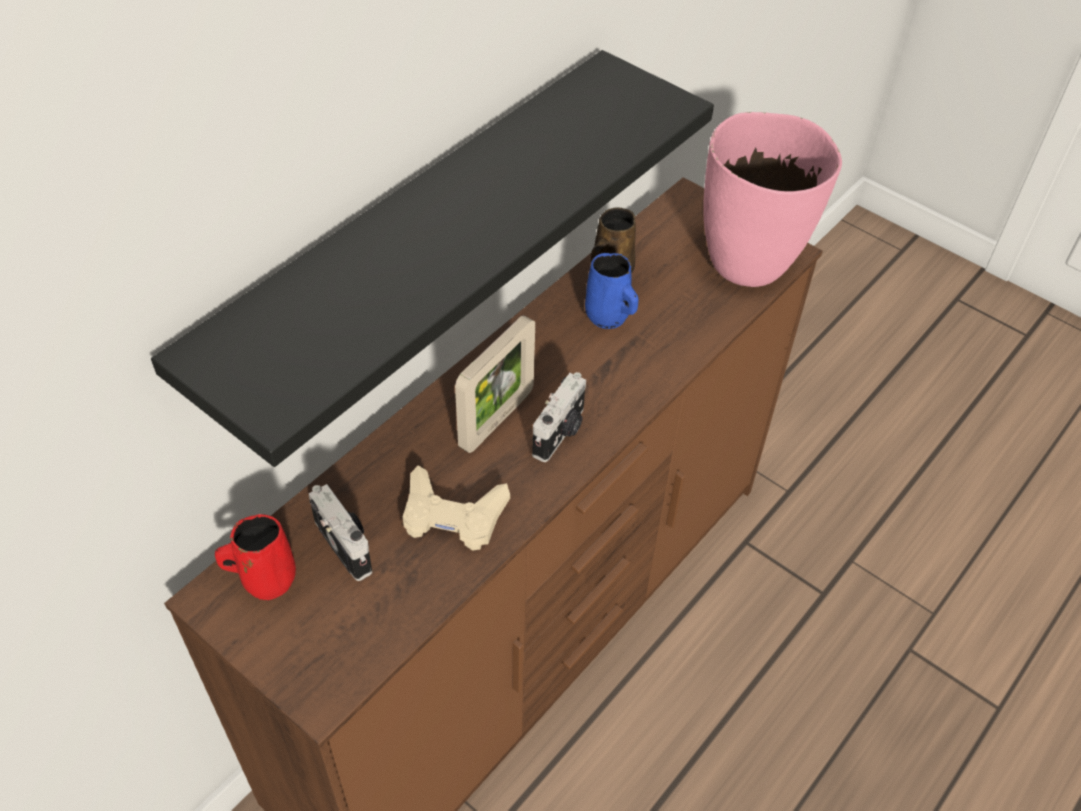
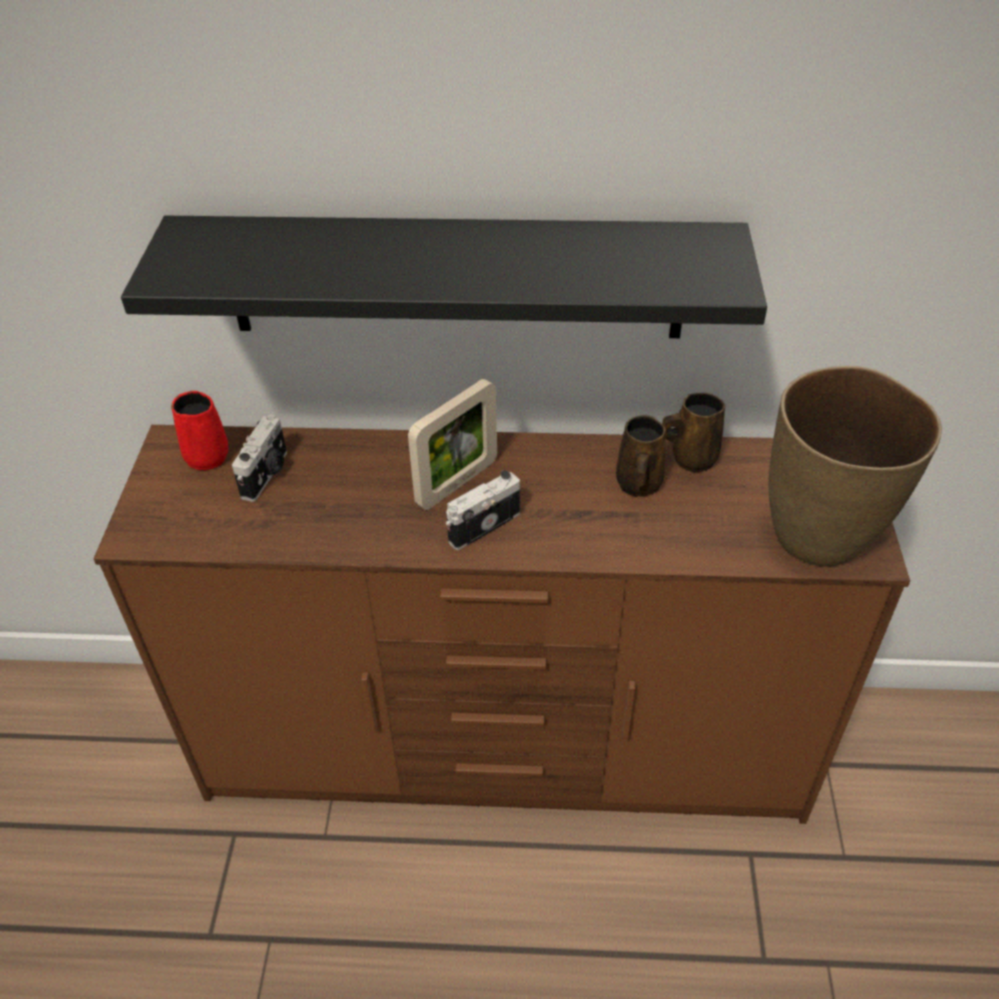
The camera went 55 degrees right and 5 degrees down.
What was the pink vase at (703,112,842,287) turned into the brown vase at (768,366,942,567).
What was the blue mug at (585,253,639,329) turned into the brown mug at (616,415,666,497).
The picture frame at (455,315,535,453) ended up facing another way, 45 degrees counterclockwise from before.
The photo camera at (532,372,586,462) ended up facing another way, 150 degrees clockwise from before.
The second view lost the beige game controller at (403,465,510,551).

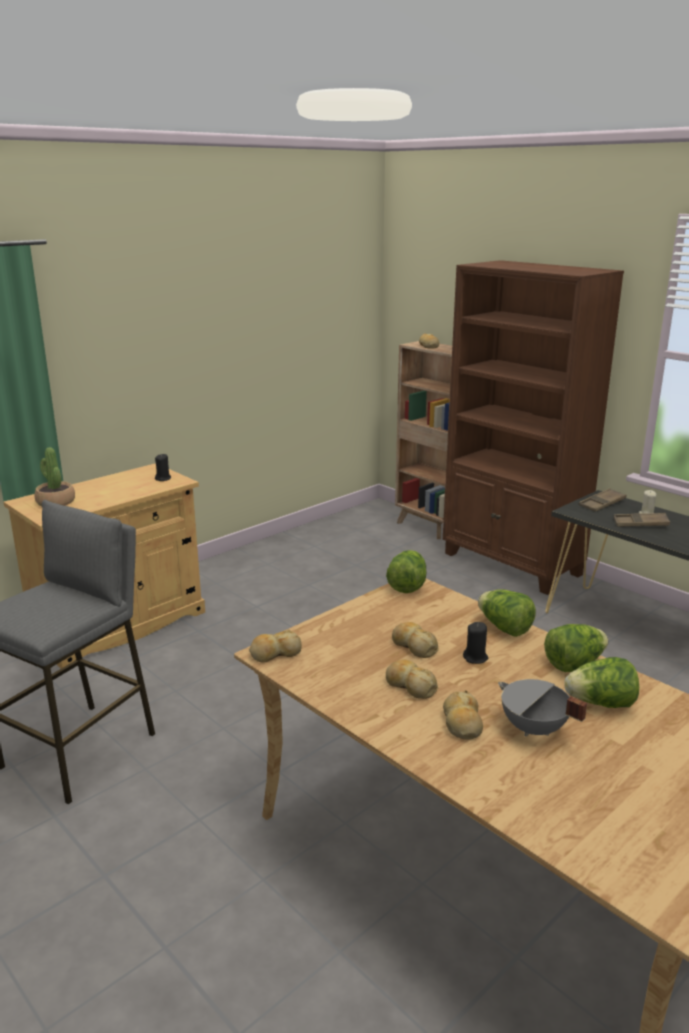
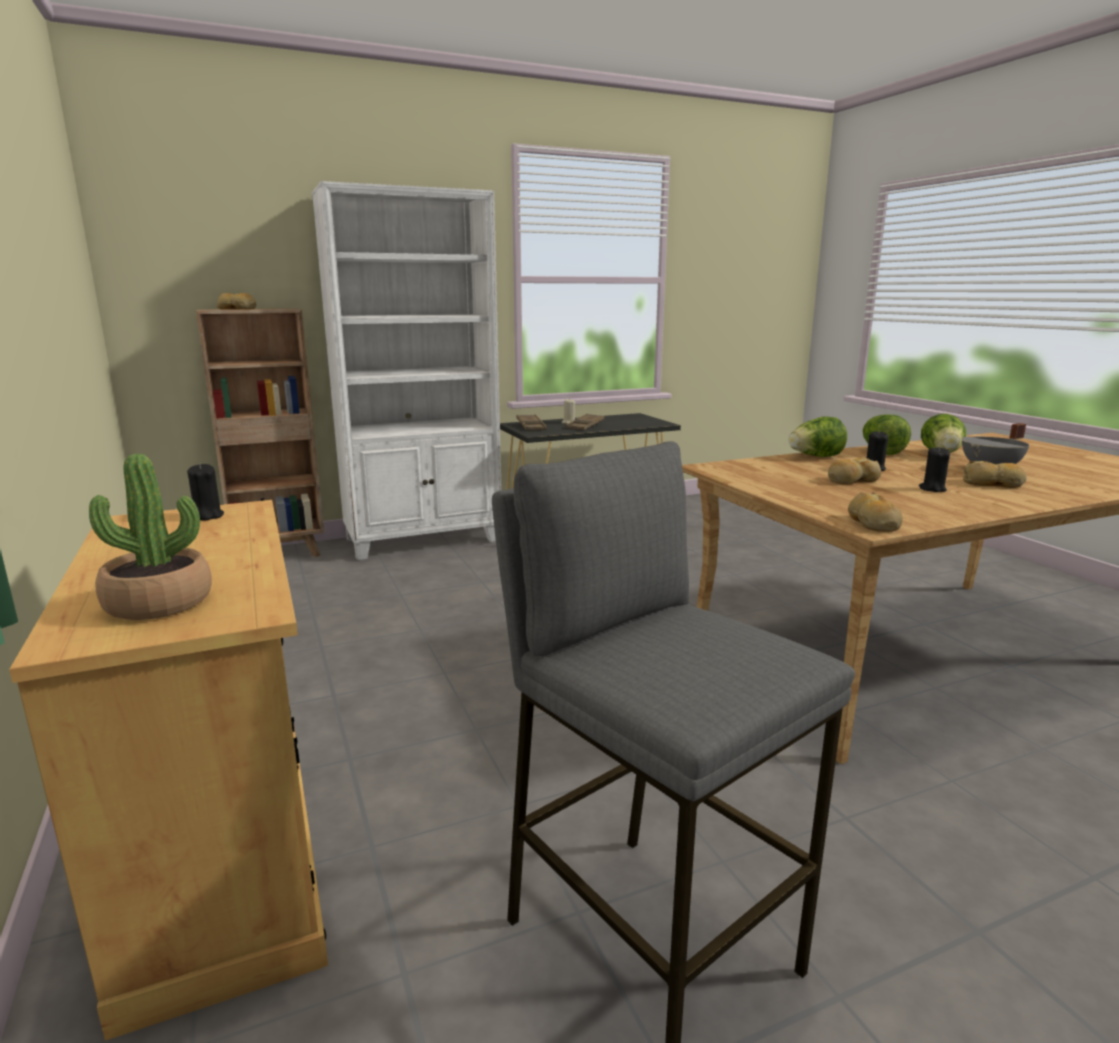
The camera went 70 degrees left and 5 degrees down.
What was the brown bookcase at (443,260,624,595) turned into the white bookcase at (312,181,502,560).
The second view lost the lettuce at (386,550,427,593).
Where the bread stood at (386,659,438,699), the black candle came to stand at (919,447,950,492).

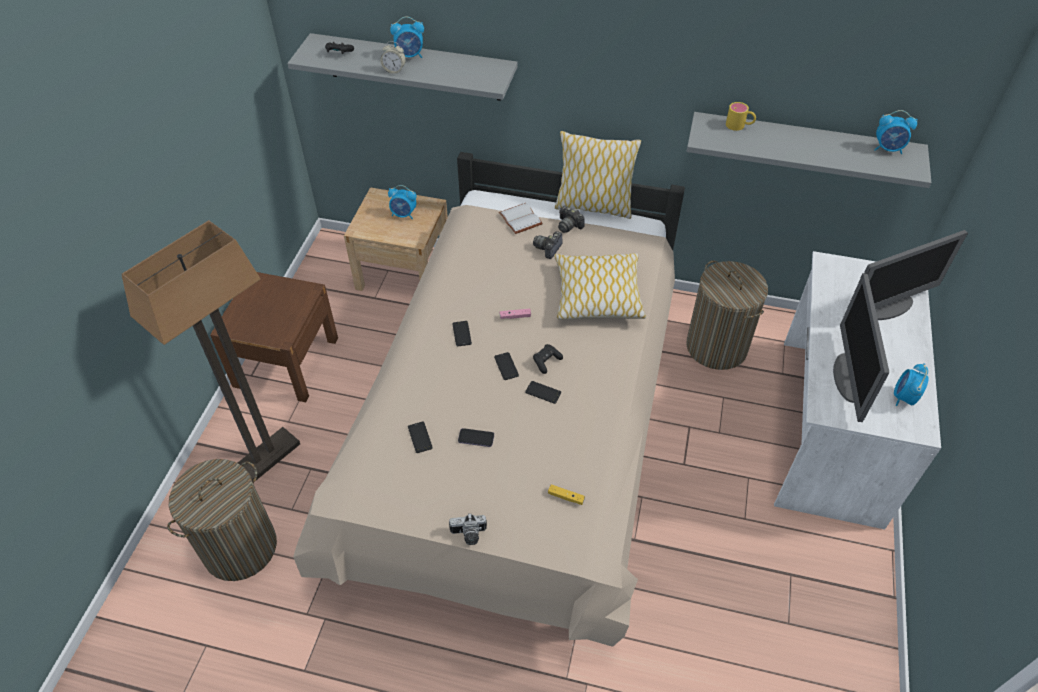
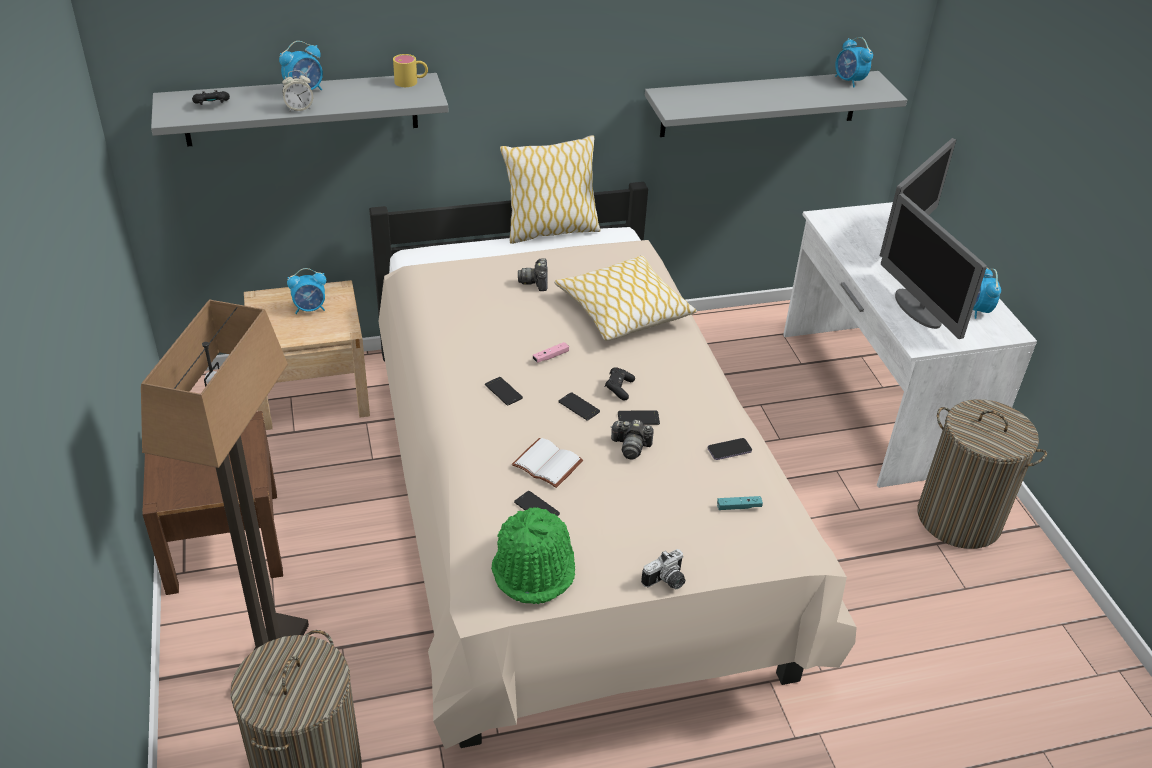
The camera went 30 degrees left and 10 degrees down.
The yellow mug ended up elsewhere, having gone from (726,102,756,131) to (393,54,428,87).
The alarm clock at (874,110,918,154) ended up facing another way, 75 degrees clockwise from before.
The white book ended up elsewhere, having gone from (499,203,543,234) to (512,438,583,488).
The photo camera ended up elsewhere, having gone from (558,206,585,233) to (611,420,654,460).
The laundry basket ended up elsewhere, having gone from (686,261,768,370) to (918,399,1047,549).
The phone ended up elsewhere, having gone from (458,428,494,447) to (708,438,752,460).
What was the yellow game controller at (548,484,585,505) turned into the turquoise game controller at (717,496,763,510).
The second view gained the green hat at (491,507,575,604).

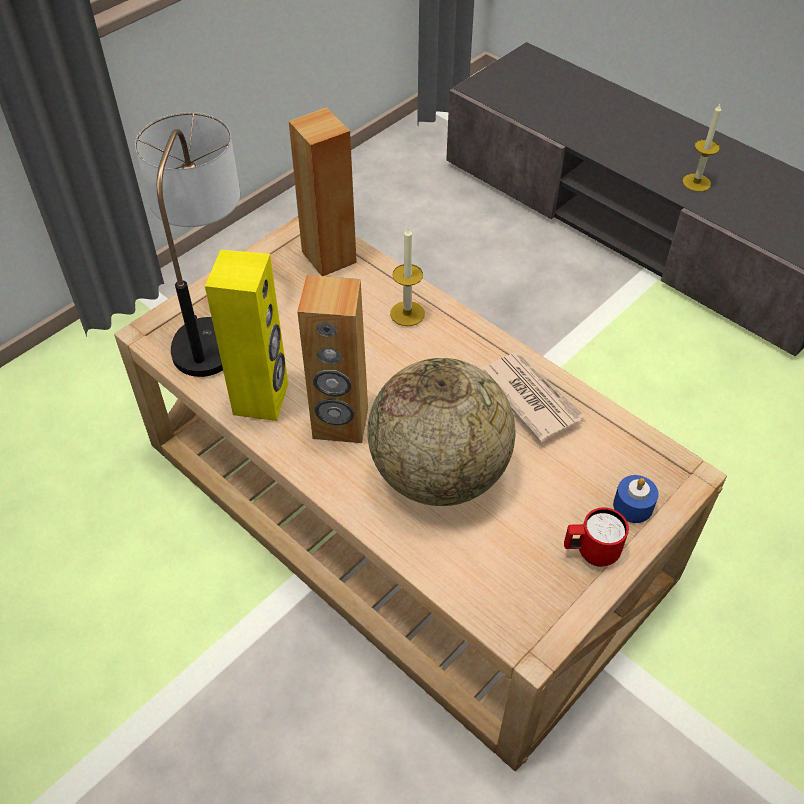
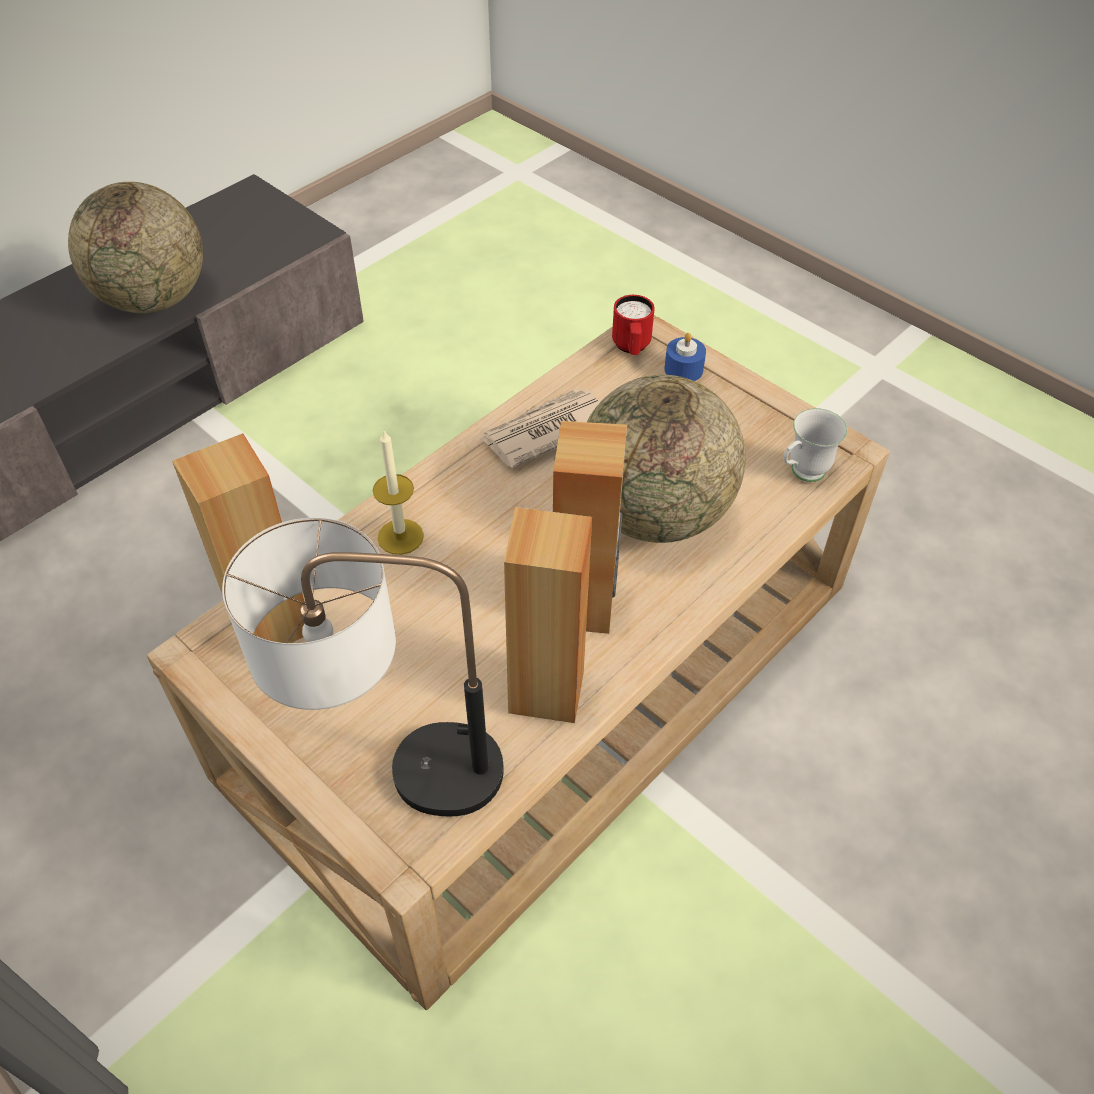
The camera went 90 degrees left and 0 degrees up.
Where the candle stood at (682,104,721,192), the globe came to stand at (68,182,203,313).
What was the yellow speaker at (205,250,288,421) turned into the brown speaker at (504,507,592,723).
The red mug ended up elsewhere, having gone from (564,507,629,567) to (612,295,654,355).
The second view gained the white mug at (783,408,847,482).

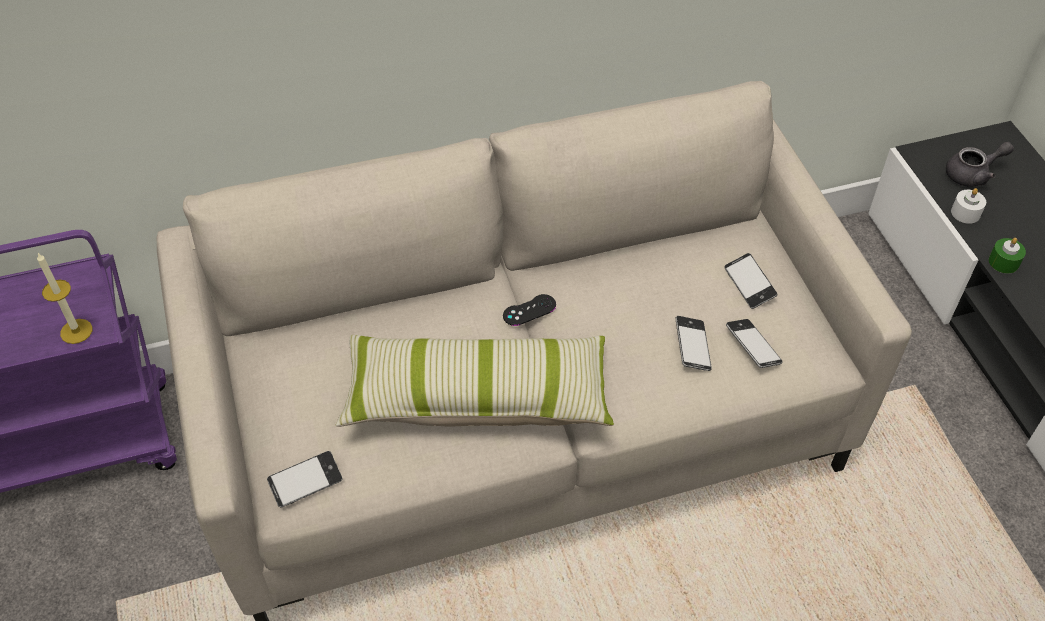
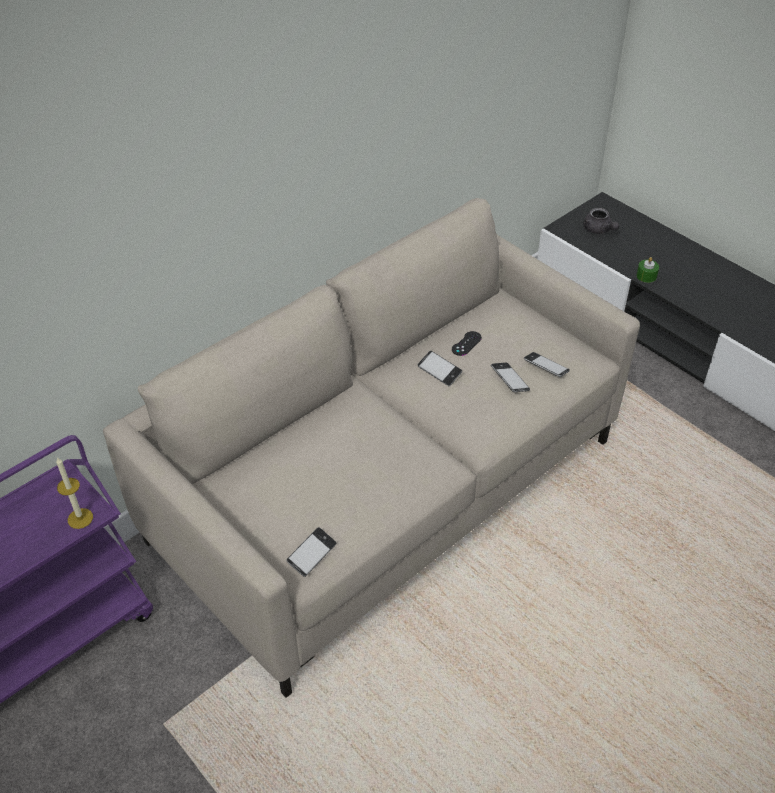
The camera went 25 degrees left and 5 degrees down.
The grey teapot at (946,142,1014,187) ended up facing another way, 105 degrees clockwise from before.
The second view lost the white candle at (951,188,986,224).
The phone ended up elsewhere, having gone from (724,253,777,309) to (418,351,462,386).
The black game controller ended up elsewhere, having gone from (503,294,556,326) to (452,331,482,356).
The second view lost the pillow at (336,335,614,427).

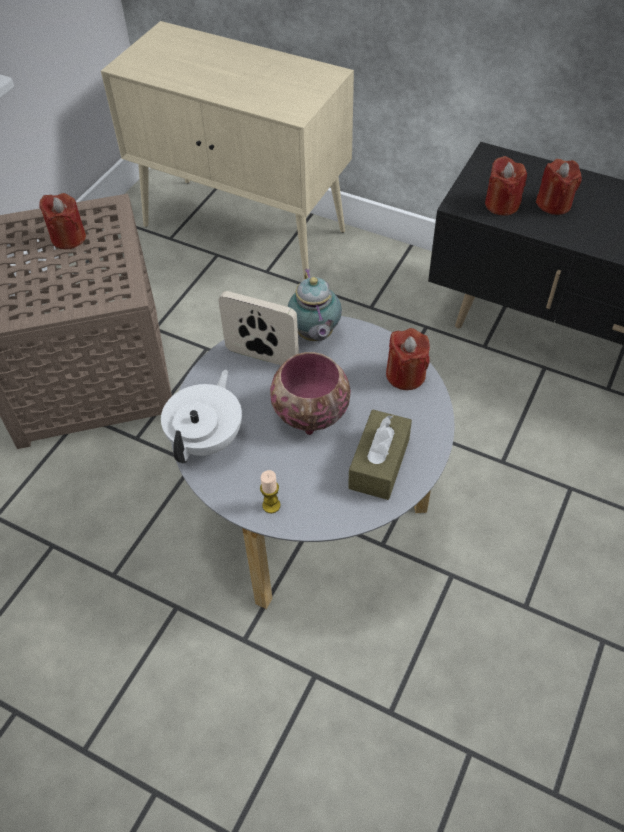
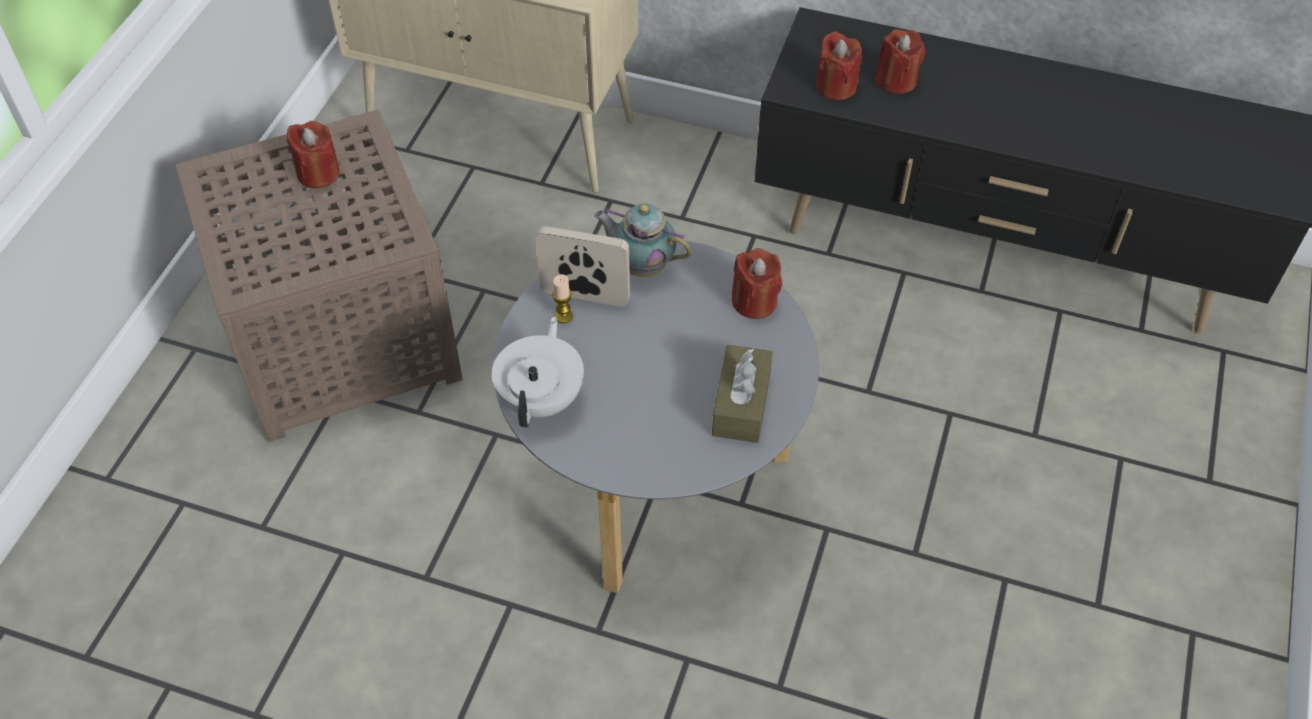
The camera went 10 degrees left and 0 degrees up.
The teapot at (288,268,342,341) ended up facing another way, 135 degrees clockwise from before.
The second view lost the bowl at (270,352,351,435).
The candle ended up elsewhere, having gone from (260,470,281,513) to (552,274,573,324).

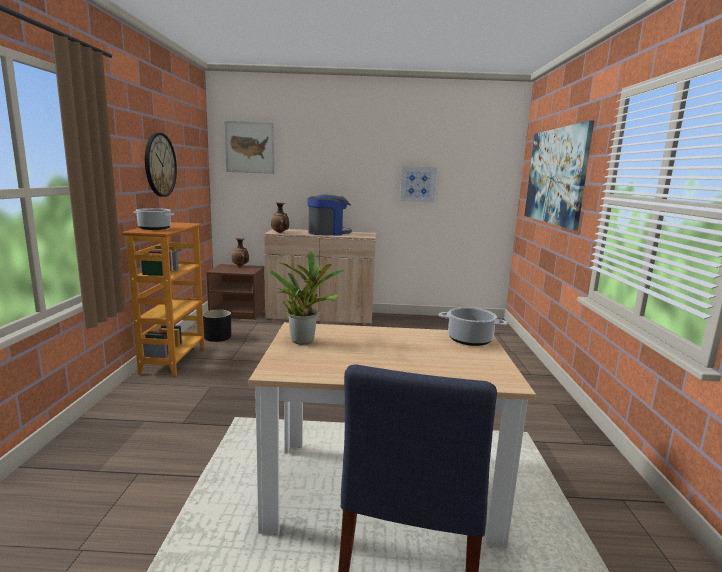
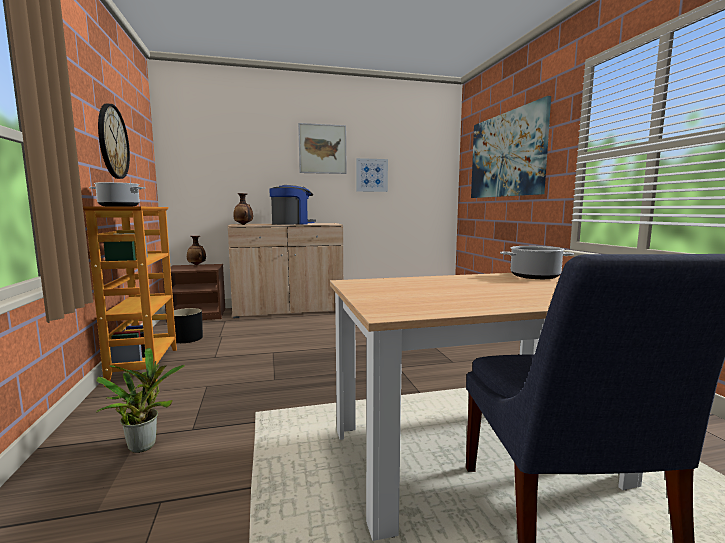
The camera went 15 degrees left and 5 degrees down.
The picture ended up elsewhere, having gone from (224,121,275,174) to (298,123,347,174).
The potted plant ended up elsewhere, having gone from (269,252,345,345) to (96,348,185,453).

